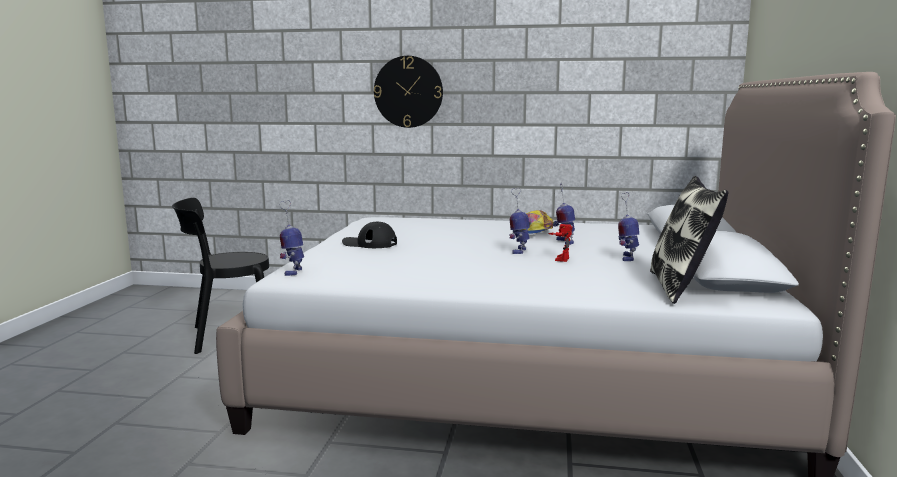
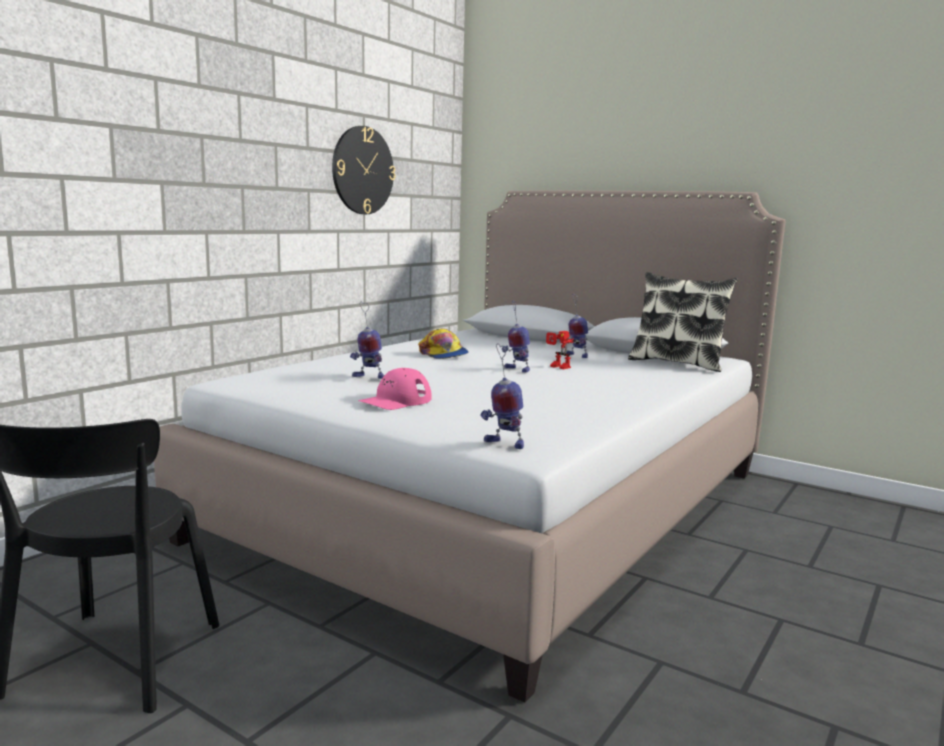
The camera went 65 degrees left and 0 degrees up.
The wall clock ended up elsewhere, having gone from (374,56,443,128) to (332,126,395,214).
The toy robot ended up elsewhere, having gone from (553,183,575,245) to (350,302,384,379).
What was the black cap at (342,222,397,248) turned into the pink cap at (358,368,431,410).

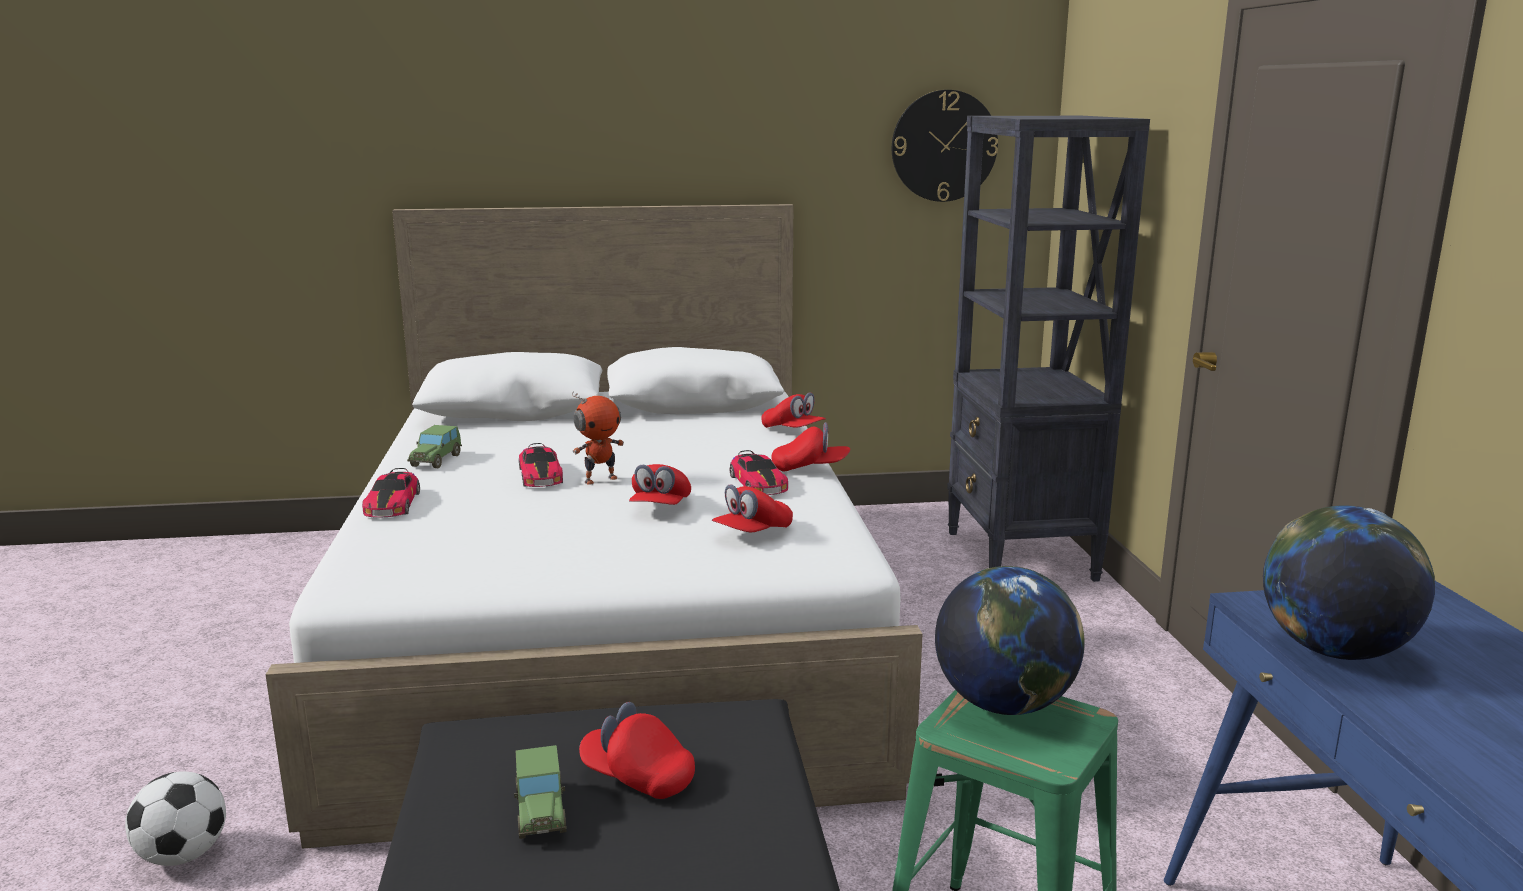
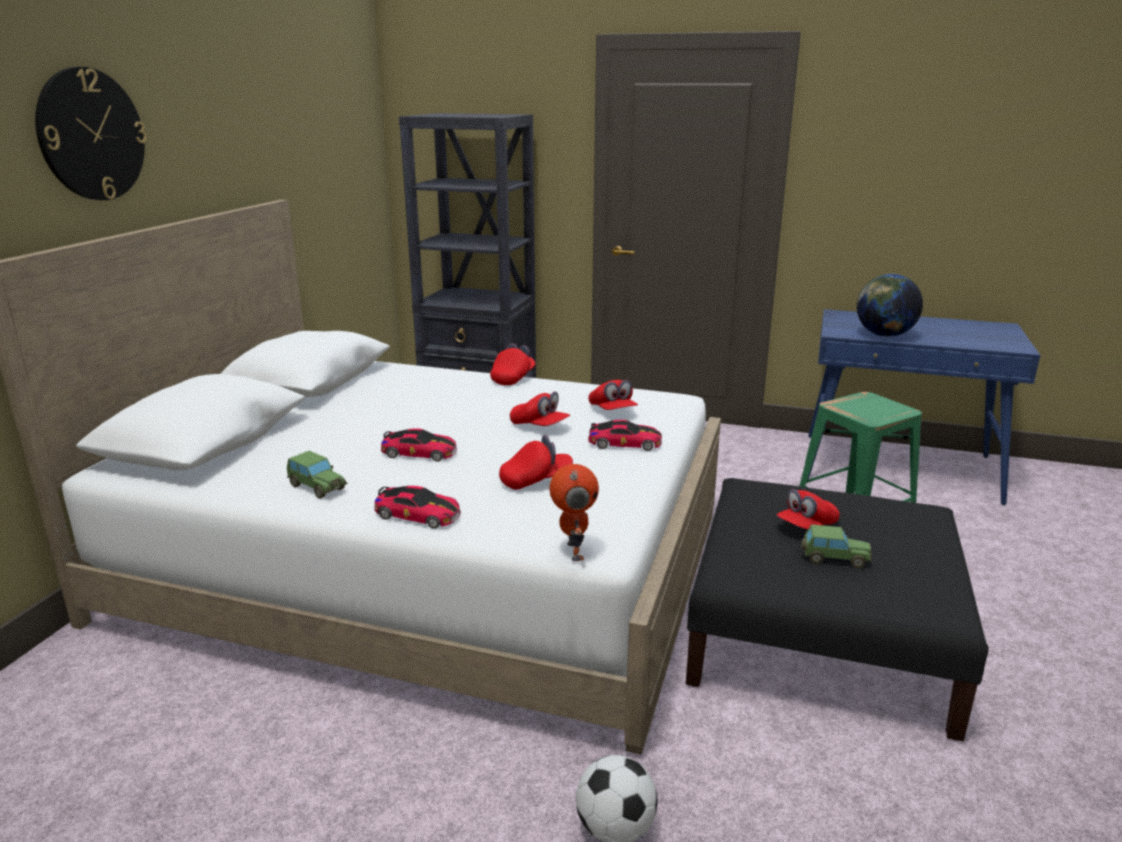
The camera went 65 degrees left and 5 degrees up.
The wall clock ended up elsewhere, having gone from (892,90,998,202) to (35,67,147,200).
The toy robot ended up elsewhere, having gone from (572,392,624,485) to (549,464,599,561).
The red cap ended up elsewhere, having gone from (762,392,826,428) to (499,435,573,490).
The toy car ended up elsewhere, having gone from (730,450,788,495) to (588,420,662,451).
The second view lost the globe at (935,566,1085,715).

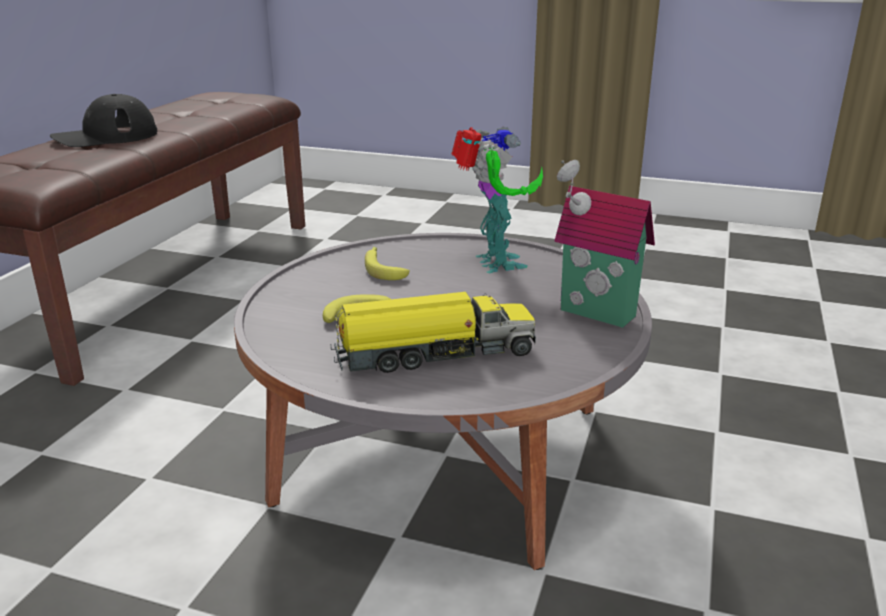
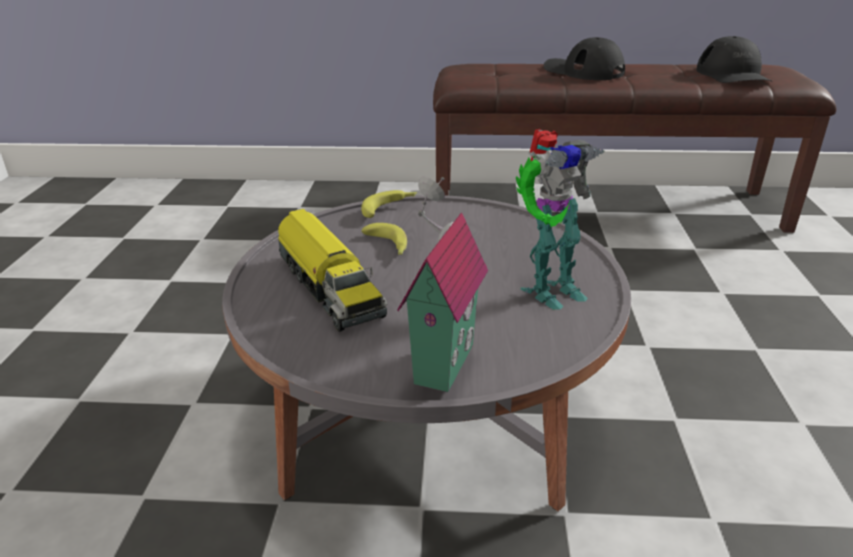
The camera went 75 degrees right and 5 degrees up.
The banana ended up elsewhere, having gone from (365,247,410,280) to (361,190,417,218).
The second view gained the black cap at (696,36,772,83).

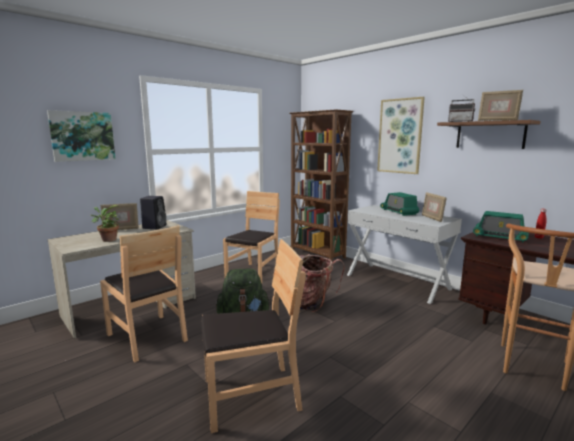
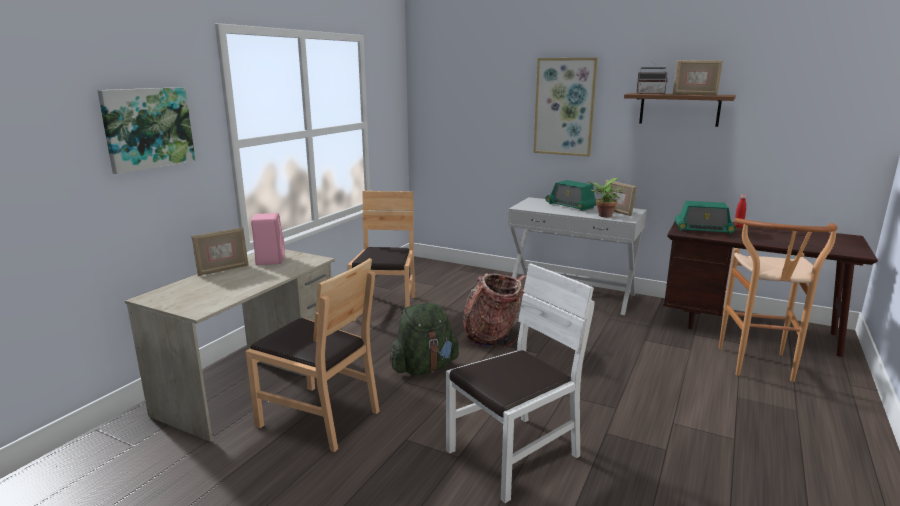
The camera went 20 degrees left and 5 degrees up.
The second view lost the brown bookcase at (289,109,353,261).
What was the black speaker at (140,196,166,229) turned into the pink speaker at (251,213,285,265).
The potted plant ended up elsewhere, having gone from (90,205,120,242) to (589,178,624,217).
What was the brown chair at (201,239,306,433) turned into the white chair at (446,263,595,503).

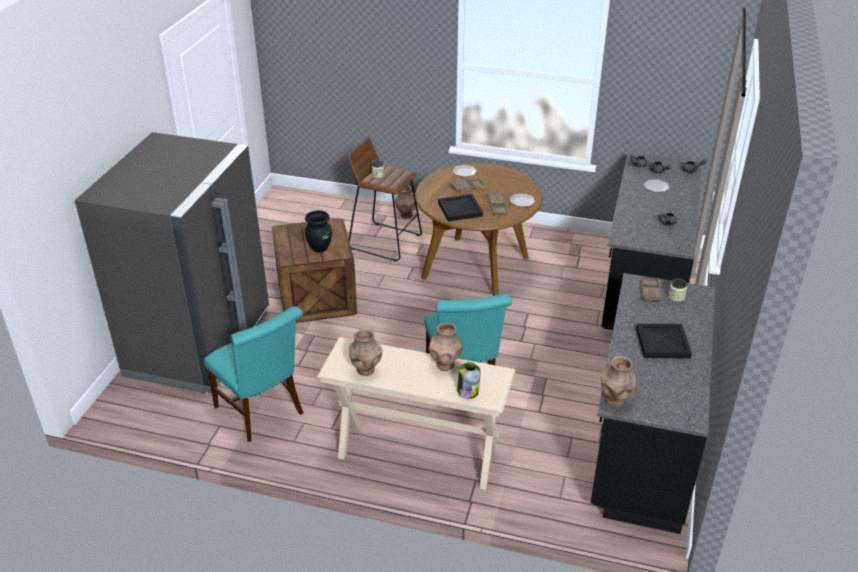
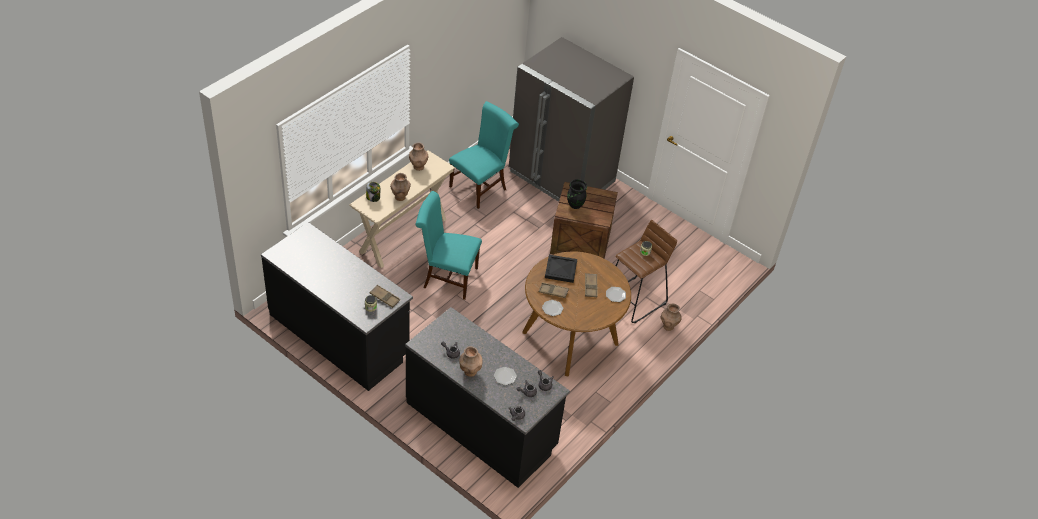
The camera went 110 degrees right and 10 degrees up.
The turquoise chair at (204,306,304,442) ended up facing another way, 150 degrees clockwise from before.
The second view lost the black tray at (636,324,692,358).
The brown vase ended up elsewhere, having gone from (601,356,636,407) to (459,346,482,377).

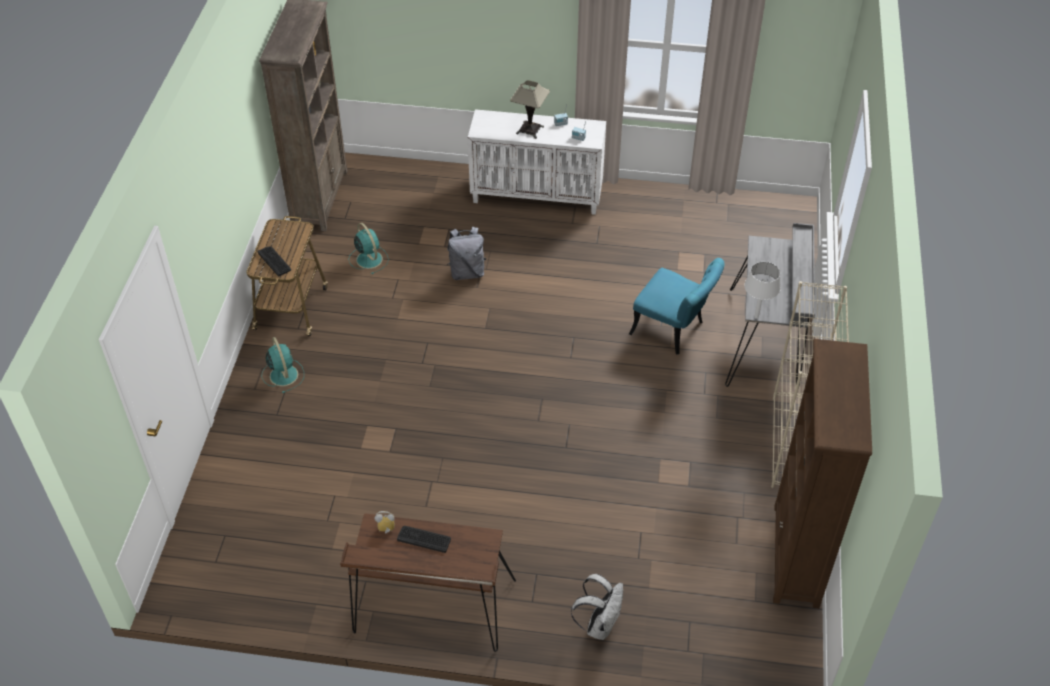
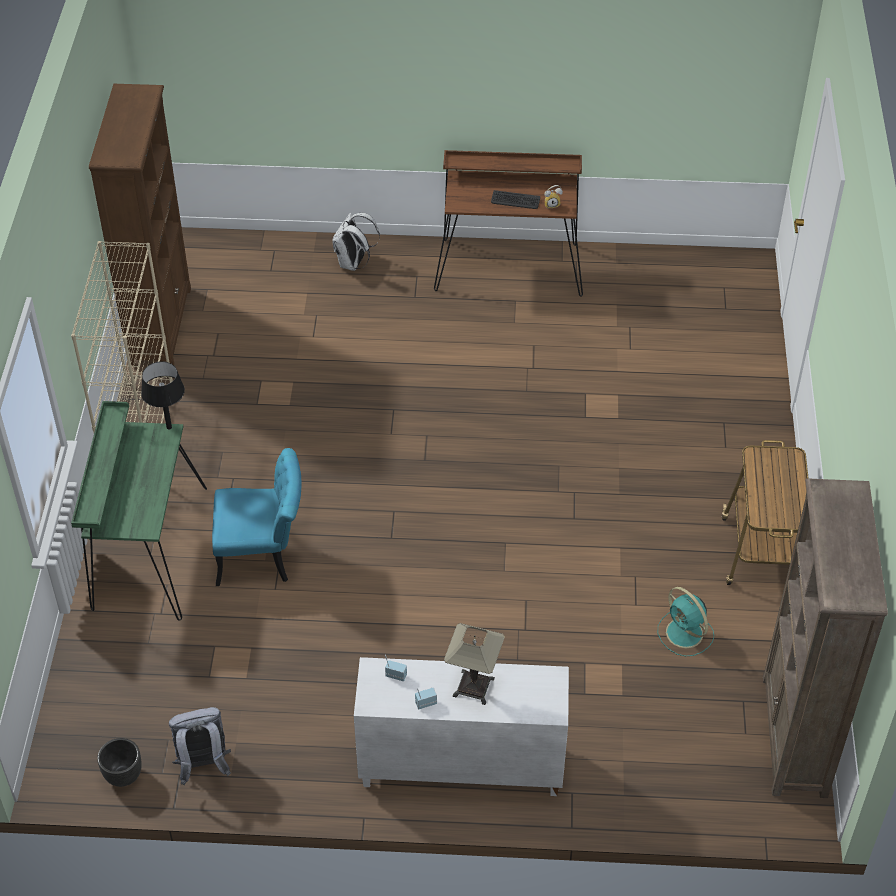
The camera went 175 degrees right and 0 degrees up.
What was the grey desk at (725,223,815,389) turned into the green desk at (71,401,207,621).
The grey backpack ended up elsewhere, having gone from (447,227,486,280) to (169,707,231,785).
The second view lost the keyboard at (258,246,291,276).
The turquoise chair at (629,258,725,354) ended up facing another way, 150 degrees clockwise from before.
What was the white table lamp at (744,262,781,319) turned into the black table lamp at (141,361,185,430).
The second view lost the turquoise fan at (262,337,304,393).
The second view gained the black planter at (97,738,142,787).

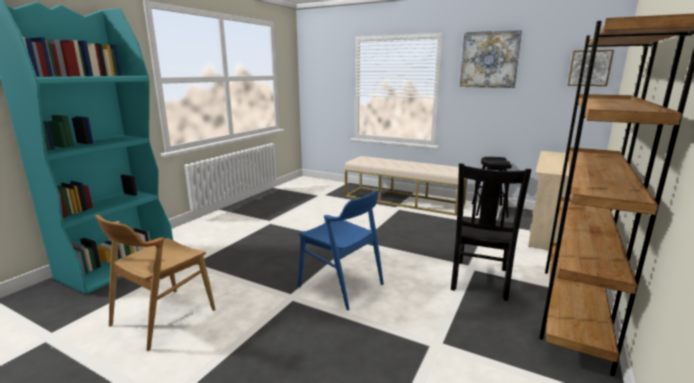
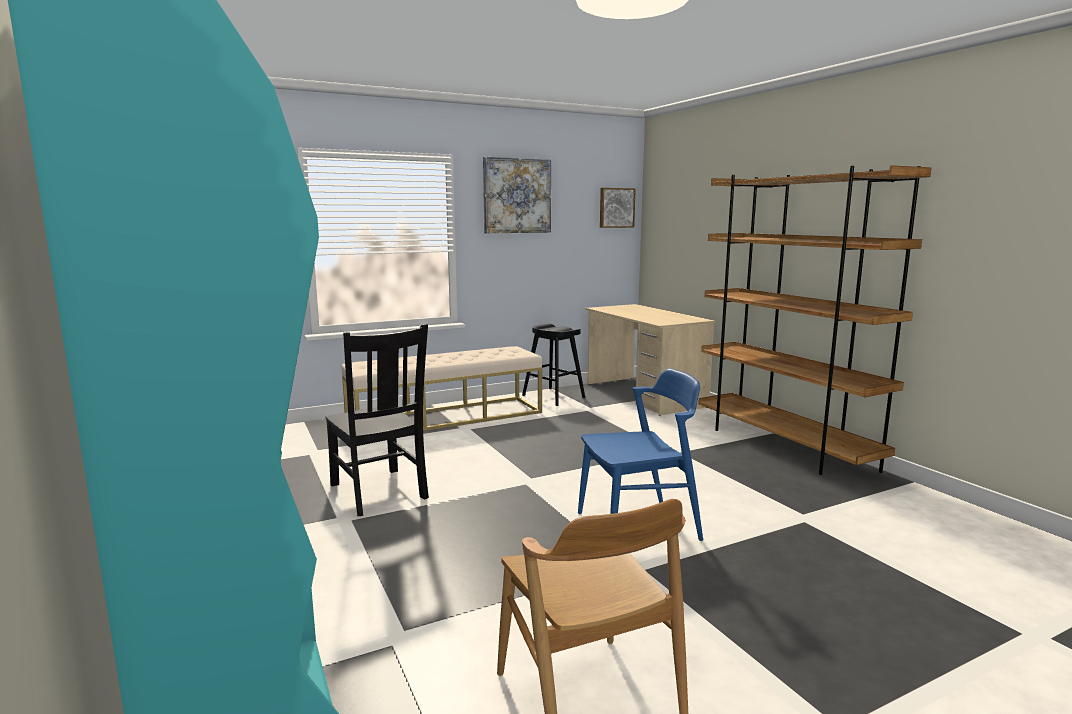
The camera went 55 degrees left and 5 degrees down.
The black chair ended up elsewhere, having gone from (451,163,531,301) to (326,324,429,516).

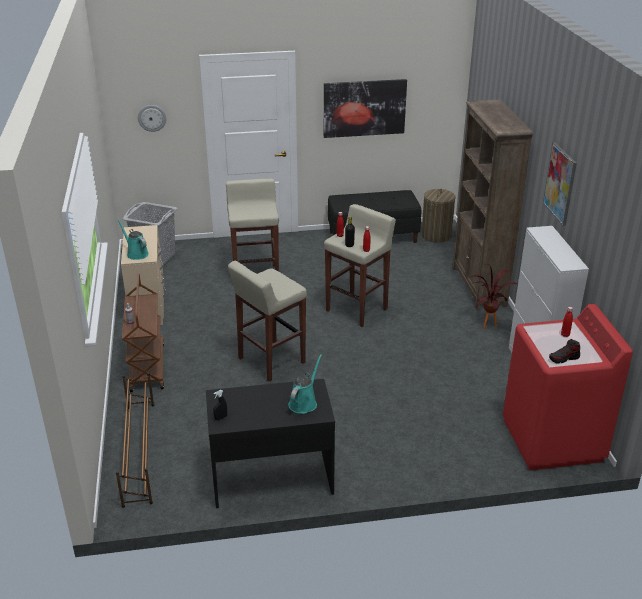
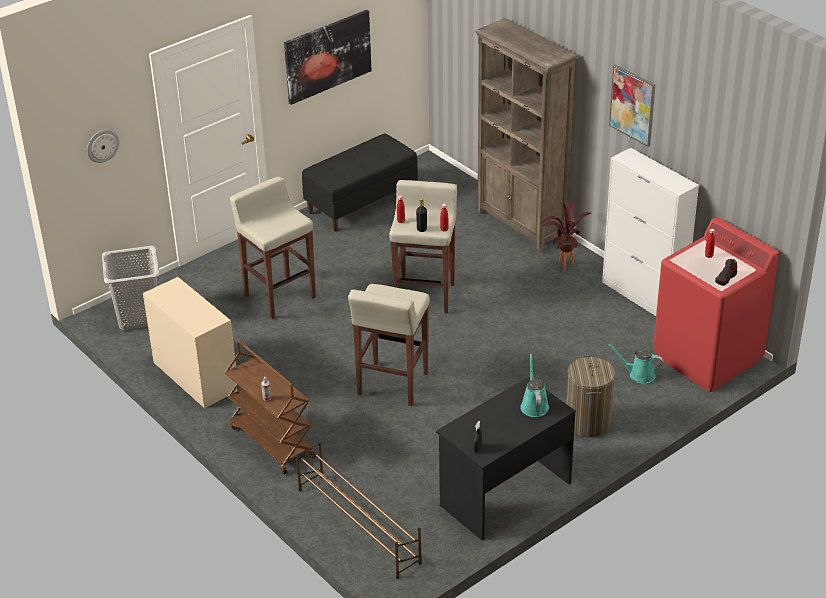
The camera went 30 degrees left and 5 degrees up.
The laundry basket ended up elsewhere, having gone from (421,189,456,243) to (566,355,615,437).
The turquoise watering can ended up elsewhere, having gone from (118,219,148,260) to (608,344,664,384).

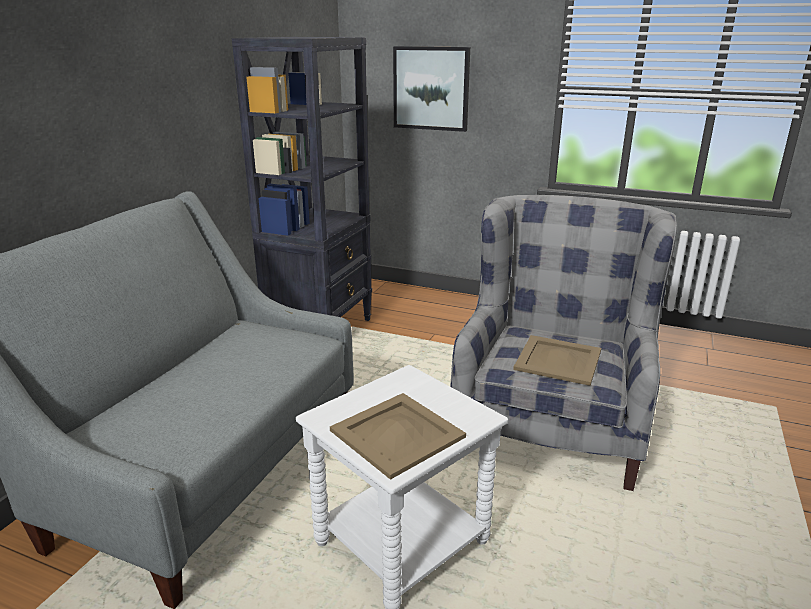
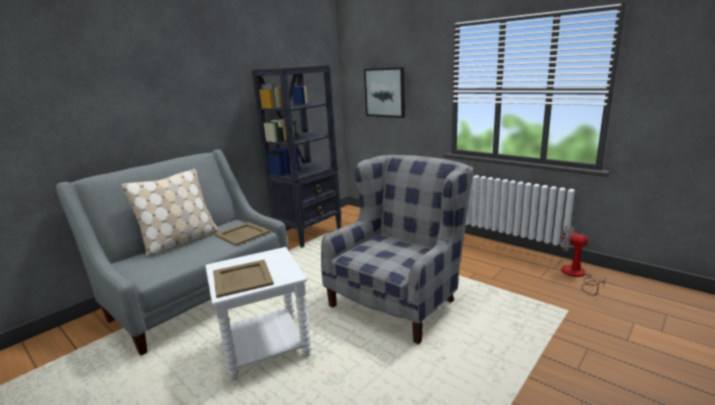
The camera went 20 degrees right and 5 degrees down.
The beige tray ended up elsewhere, having gone from (513,335,601,386) to (215,222,271,246).
The second view gained the beige pillow at (121,169,218,257).
The second view gained the fan at (560,225,606,296).

